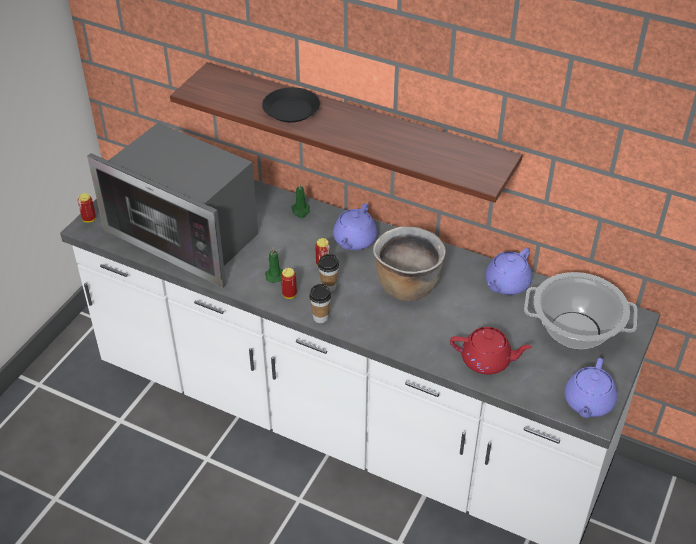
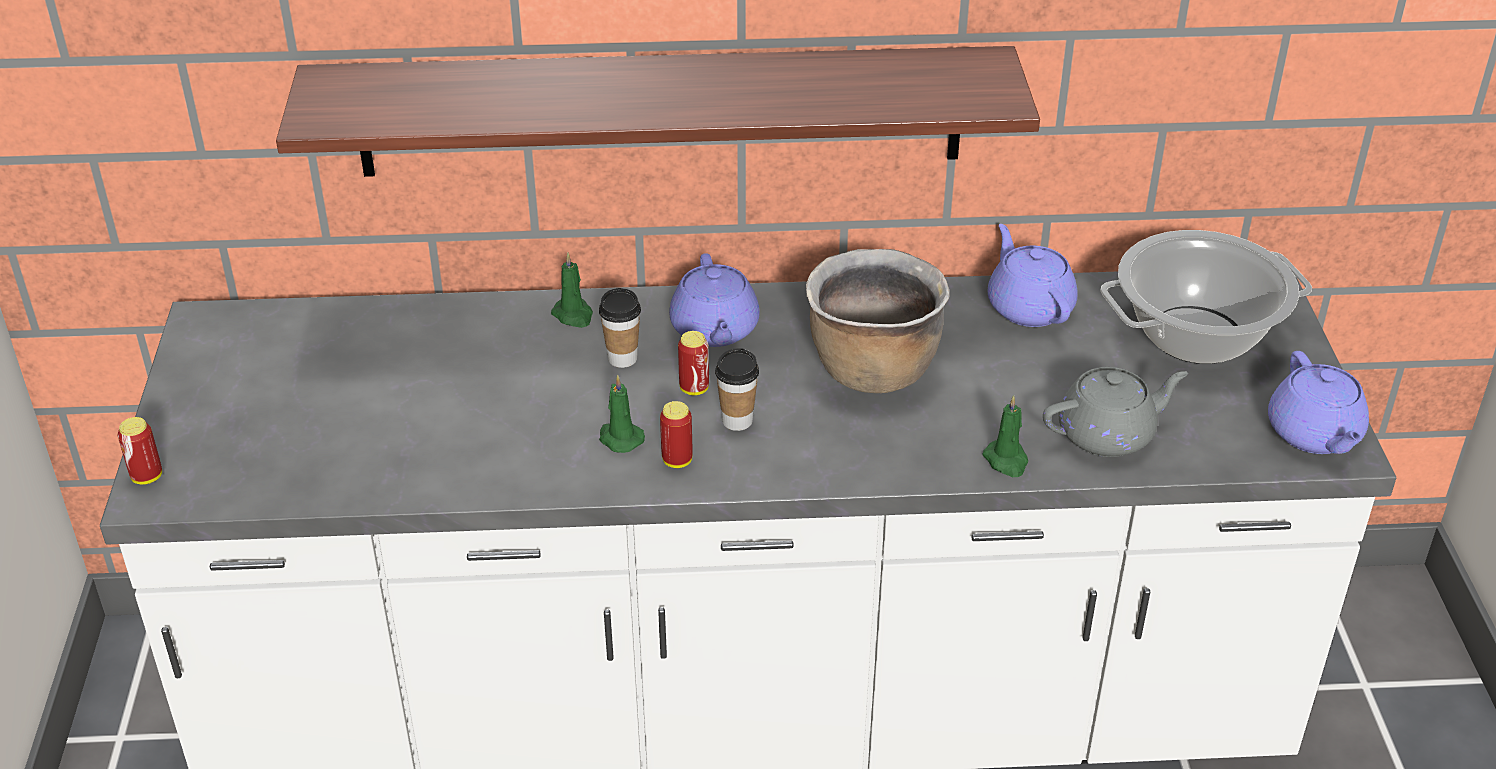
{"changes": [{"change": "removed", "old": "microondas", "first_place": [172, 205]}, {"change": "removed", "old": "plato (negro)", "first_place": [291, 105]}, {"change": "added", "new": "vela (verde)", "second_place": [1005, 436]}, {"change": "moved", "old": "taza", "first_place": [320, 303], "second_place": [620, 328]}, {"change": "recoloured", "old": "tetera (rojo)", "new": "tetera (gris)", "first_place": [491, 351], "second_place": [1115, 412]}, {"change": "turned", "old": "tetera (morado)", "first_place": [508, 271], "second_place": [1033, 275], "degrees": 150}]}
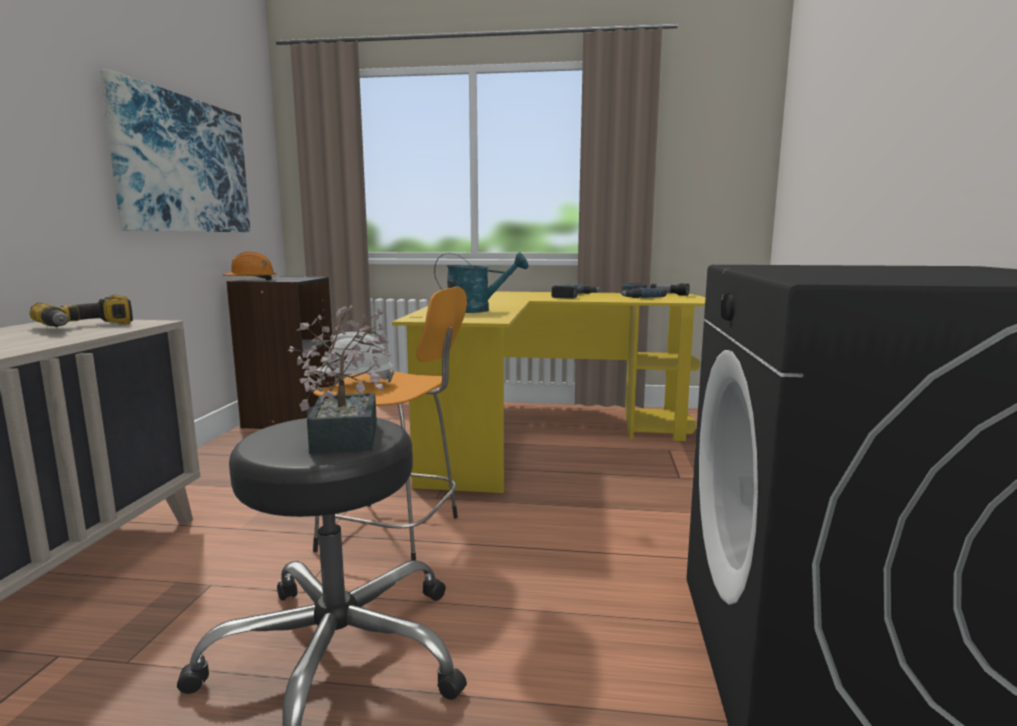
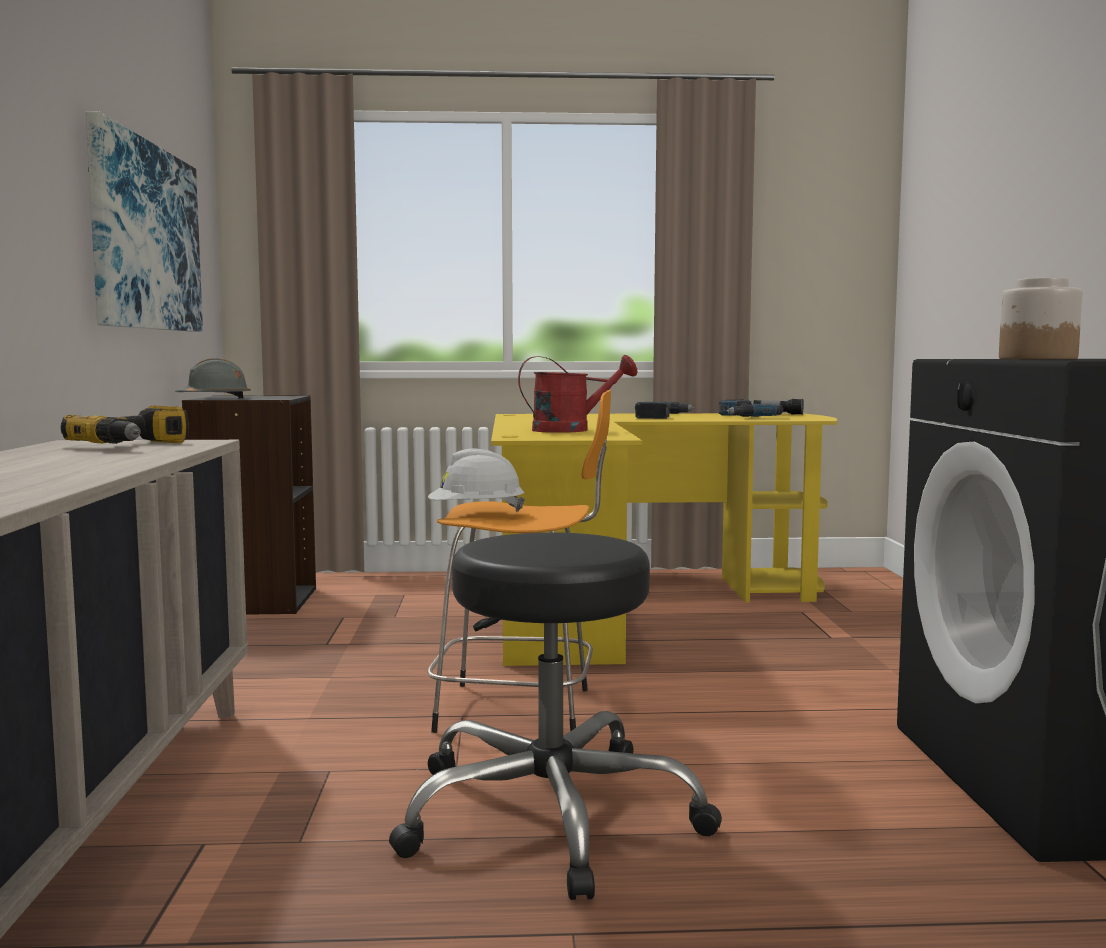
{"changes": [{"change": "removed", "old": "planta en maceta", "first_place": [339, 379]}, {"change": "added", "new": "tarro", "second_place": [1040, 318]}, {"change": "recoloured", "old": "casco (naranja)", "new": "casco (gris)", "first_place": [249, 265], "second_place": [213, 378]}, {"change": "recoloured", "old": "regadera (turquesa)", "new": "regadera (rojo)", "first_place": [481, 282], "second_place": [577, 394]}]}
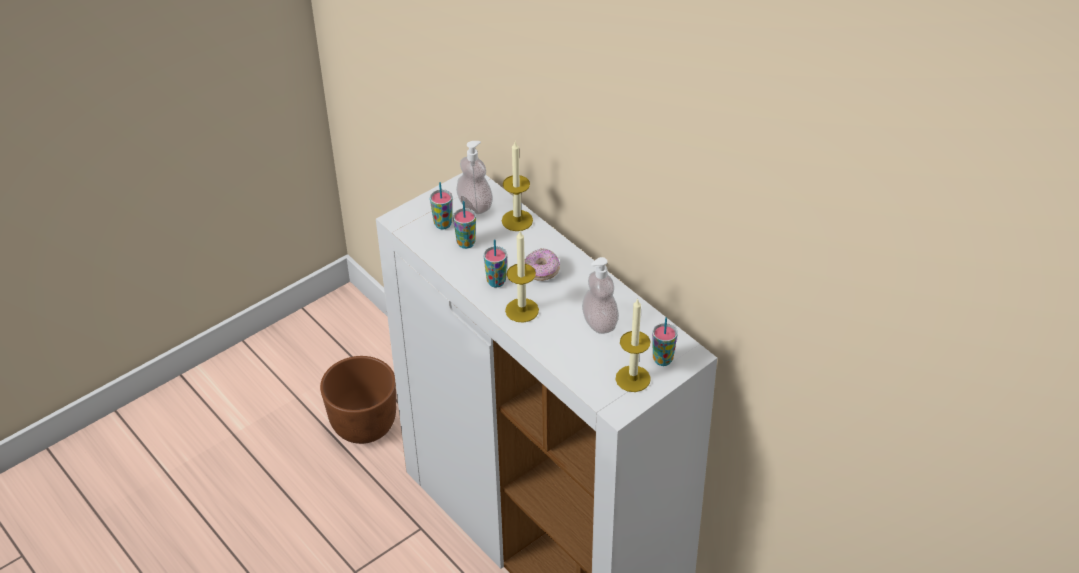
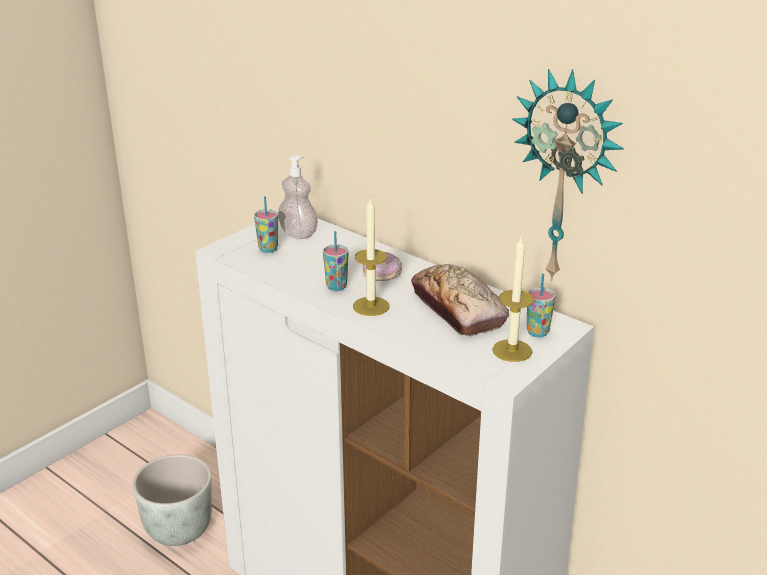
{"changes": [{"change": "removed", "old": "taza", "first_place": [464, 225]}, {"change": "removed", "old": "vela", "first_place": [517, 186]}, {"change": "added", "new": "reloj de pared", "second_place": [568, 175]}, {"change": "replaced", "old": "dispensador de jabón", "new": "pan", "first_place": [600, 295], "second_place": [460, 300]}, {"change": "recoloured", "old": "maceta (marrón)", "new": "maceta (gris)", "first_place": [358, 400], "second_place": [172, 500]}]}
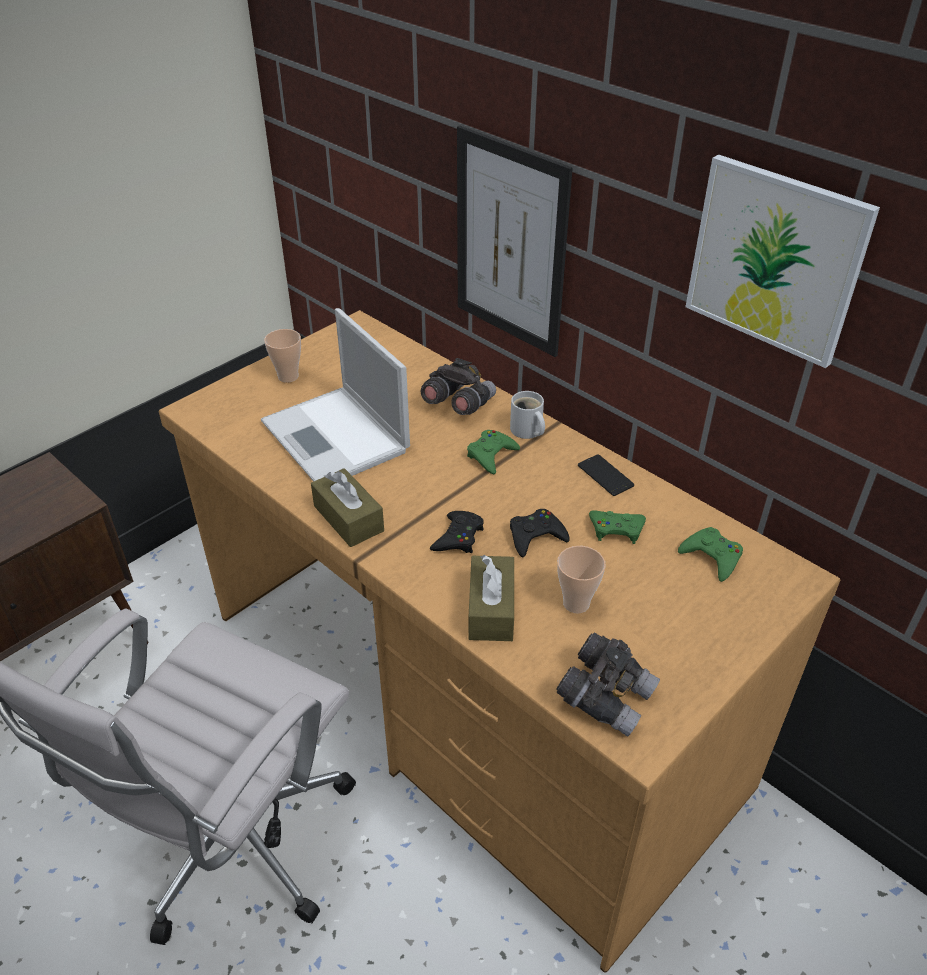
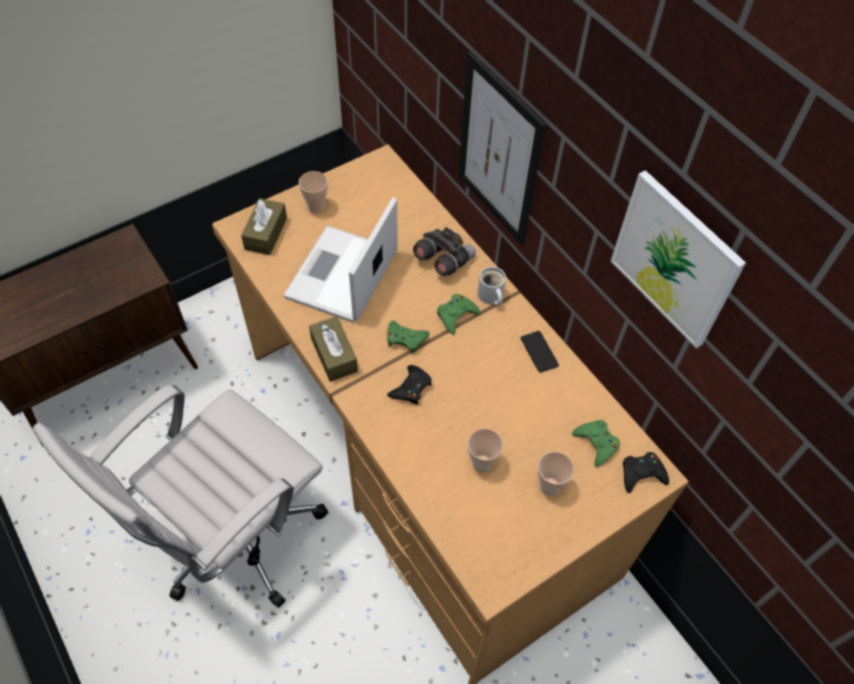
{"changes": [{"change": "removed", "old": "prismáticos (gris)", "first_place": [608, 685]}, {"change": "added", "new": "taza", "second_place": [556, 473]}, {"change": "moved", "old": "caja de pañuelos (marrón)", "first_place": [491, 598], "second_place": [264, 226]}, {"change": "moved", "old": "mando de consola (negro)", "first_place": [540, 533], "second_place": [646, 472]}, {"change": "moved", "old": "mando de consola (verde)", "first_place": [617, 527], "second_place": [408, 337]}, {"change": "turned", "old": "portátil", "first_place": [335, 395], "second_place": [340, 260], "degrees": 45}]}
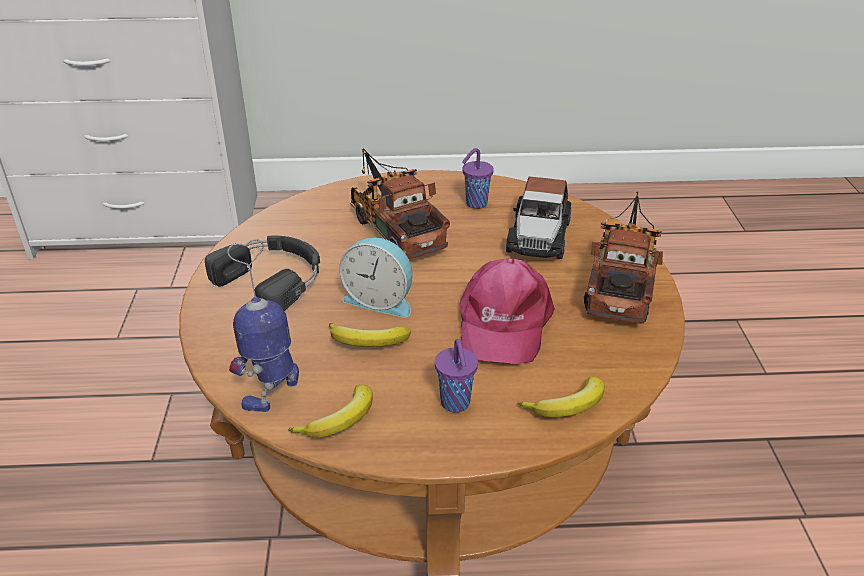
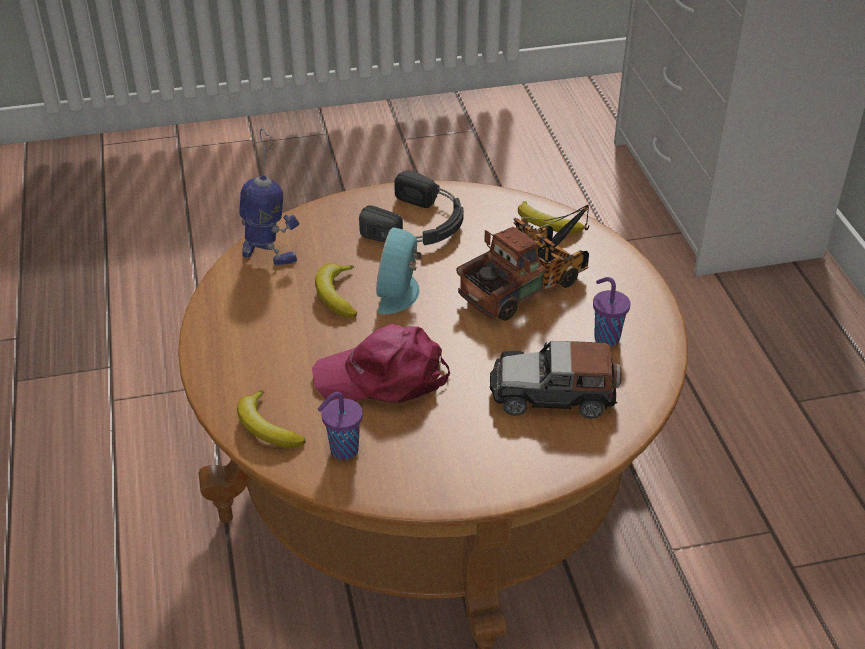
{"changes": [{"change": "removed", "old": "camión de juguete", "first_place": [623, 257]}, {"change": "moved", "old": "plátano", "first_place": [330, 411], "second_place": [551, 217]}, {"change": "moved", "old": "taza (morado)", "first_place": [456, 376], "second_place": [340, 426]}]}
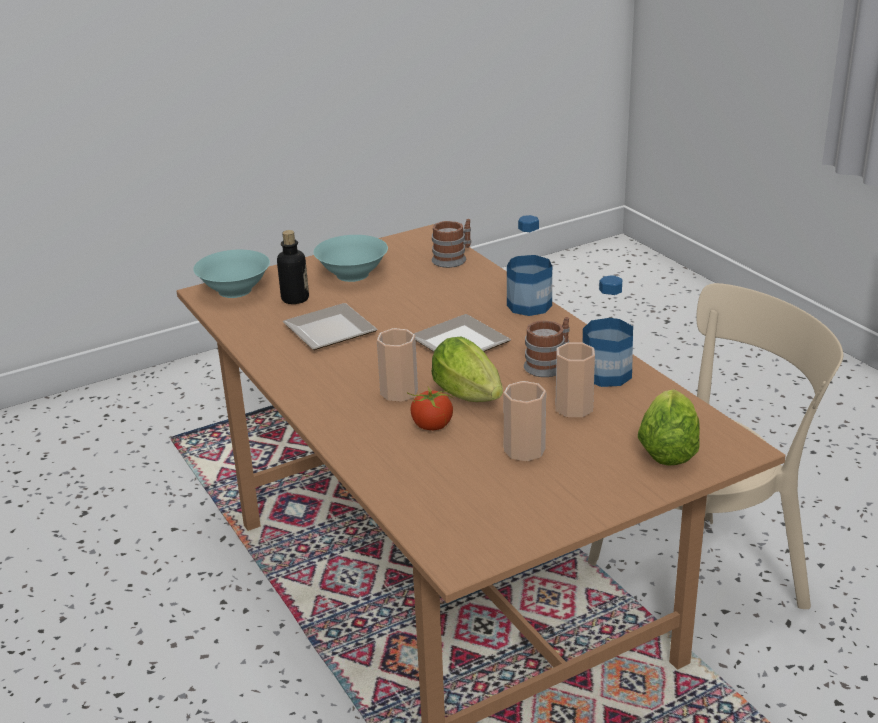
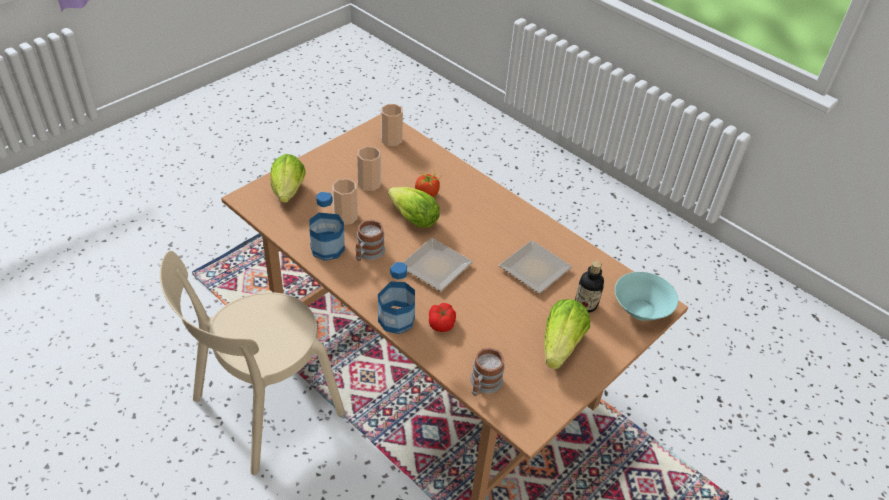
{"changes": [{"change": "added", "new": "tomate", "second_place": [442, 317]}, {"change": "moved", "old": "taza", "first_place": [397, 365], "second_place": [392, 125]}, {"change": "replaced", "old": "cuenco (turquesa)", "new": "lechuga", "first_place": [350, 258], "second_place": [567, 334]}]}
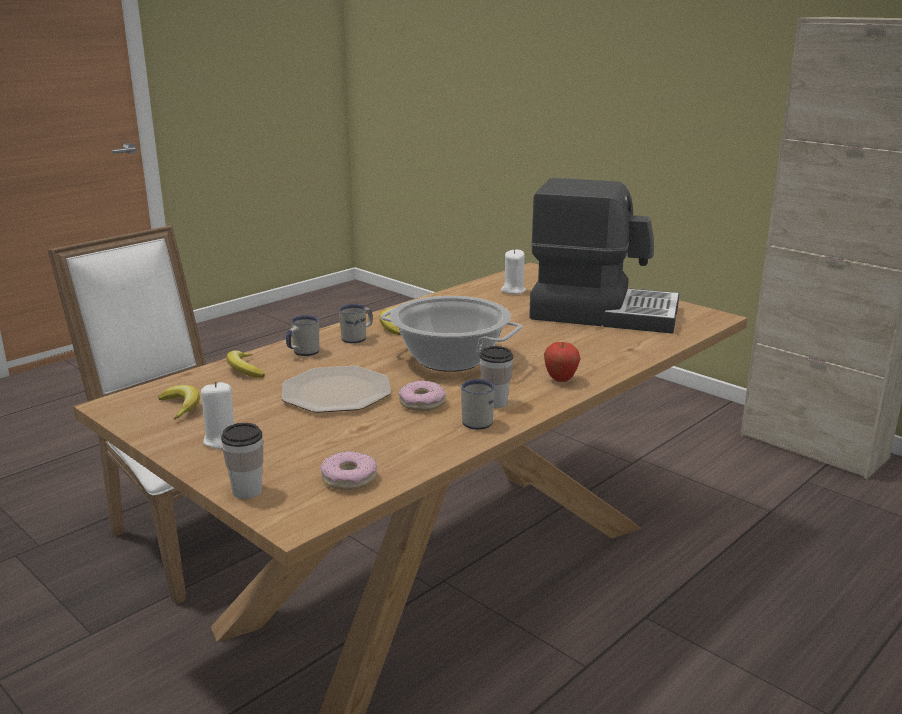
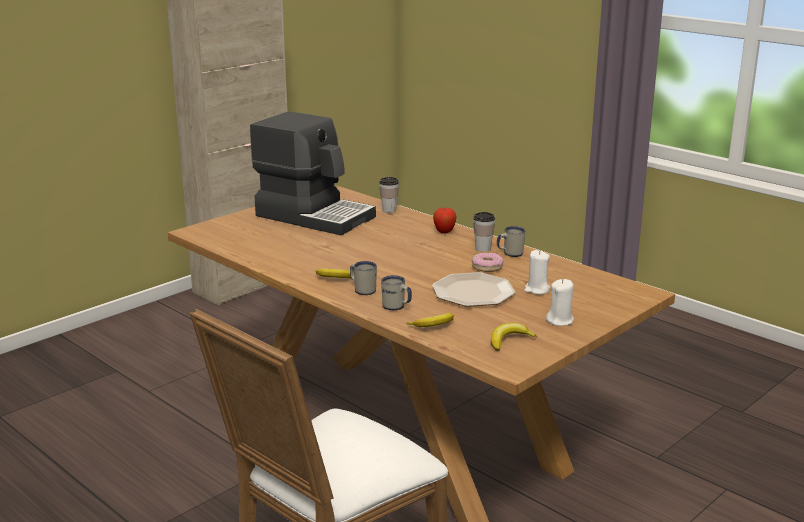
{"changes": [{"change": "removed", "old": "rosquilla", "first_place": [348, 470]}, {"change": "removed", "old": "olla", "first_place": [451, 334]}, {"change": "moved", "old": "taza", "first_place": [242, 461], "second_place": [389, 195]}, {"change": "moved", "old": "vela (blanco)", "first_place": [513, 271], "second_place": [537, 272]}, {"change": "turned", "old": "cafetera", "first_place": [604, 256], "second_place": [313, 173], "degrees": 105}]}
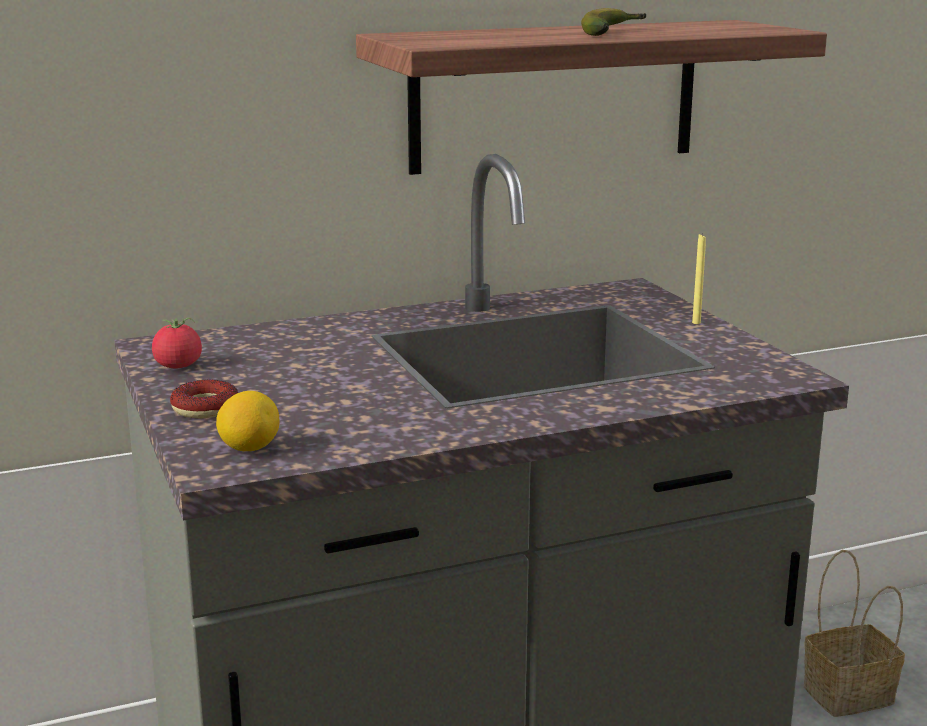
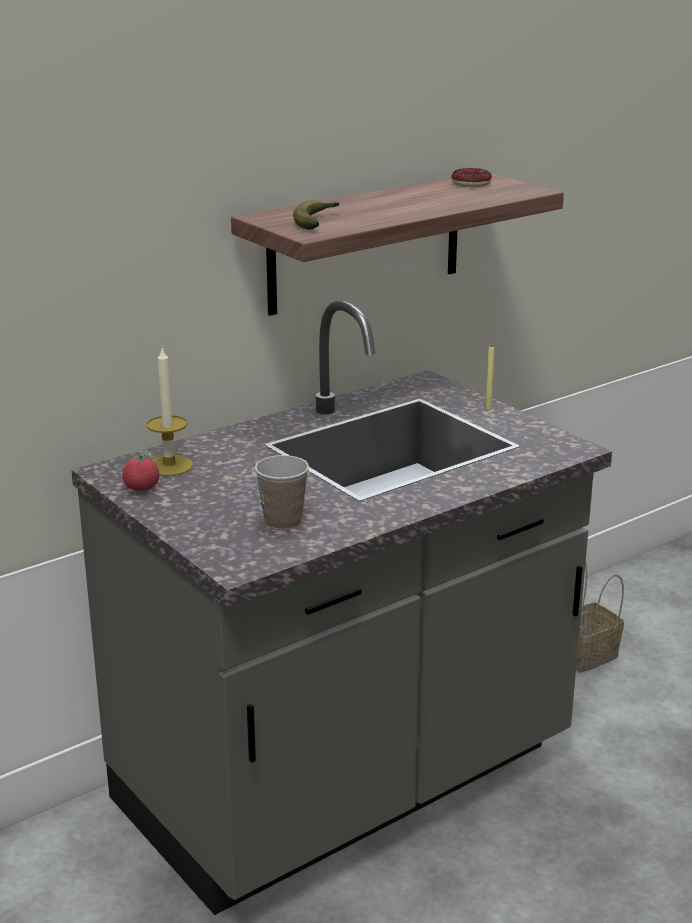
{"changes": [{"change": "removed", "old": "limón", "first_place": [247, 421]}, {"change": "added", "new": "vela", "second_place": [170, 412]}, {"change": "added", "new": "taza", "second_place": [282, 492]}, {"change": "moved", "old": "rosquilla", "first_place": [204, 398], "second_place": [471, 177]}, {"change": "moved", "old": "plátano", "first_place": [613, 22], "second_place": [316, 215]}]}
